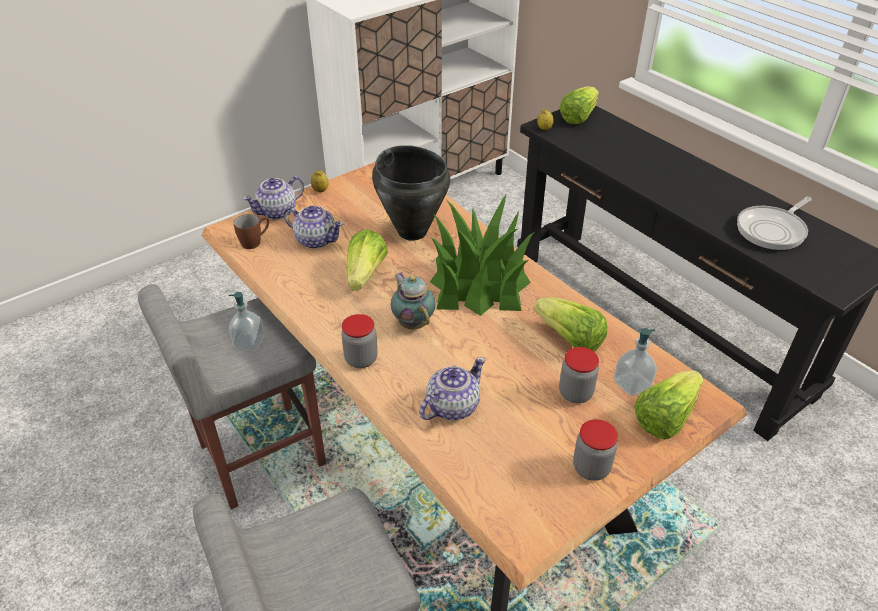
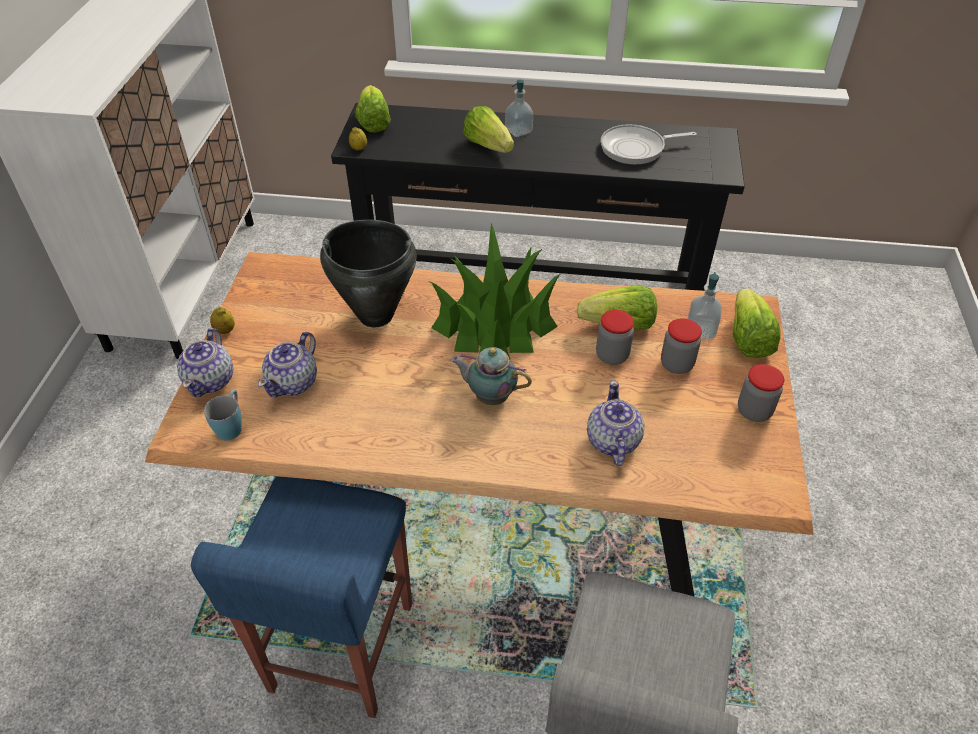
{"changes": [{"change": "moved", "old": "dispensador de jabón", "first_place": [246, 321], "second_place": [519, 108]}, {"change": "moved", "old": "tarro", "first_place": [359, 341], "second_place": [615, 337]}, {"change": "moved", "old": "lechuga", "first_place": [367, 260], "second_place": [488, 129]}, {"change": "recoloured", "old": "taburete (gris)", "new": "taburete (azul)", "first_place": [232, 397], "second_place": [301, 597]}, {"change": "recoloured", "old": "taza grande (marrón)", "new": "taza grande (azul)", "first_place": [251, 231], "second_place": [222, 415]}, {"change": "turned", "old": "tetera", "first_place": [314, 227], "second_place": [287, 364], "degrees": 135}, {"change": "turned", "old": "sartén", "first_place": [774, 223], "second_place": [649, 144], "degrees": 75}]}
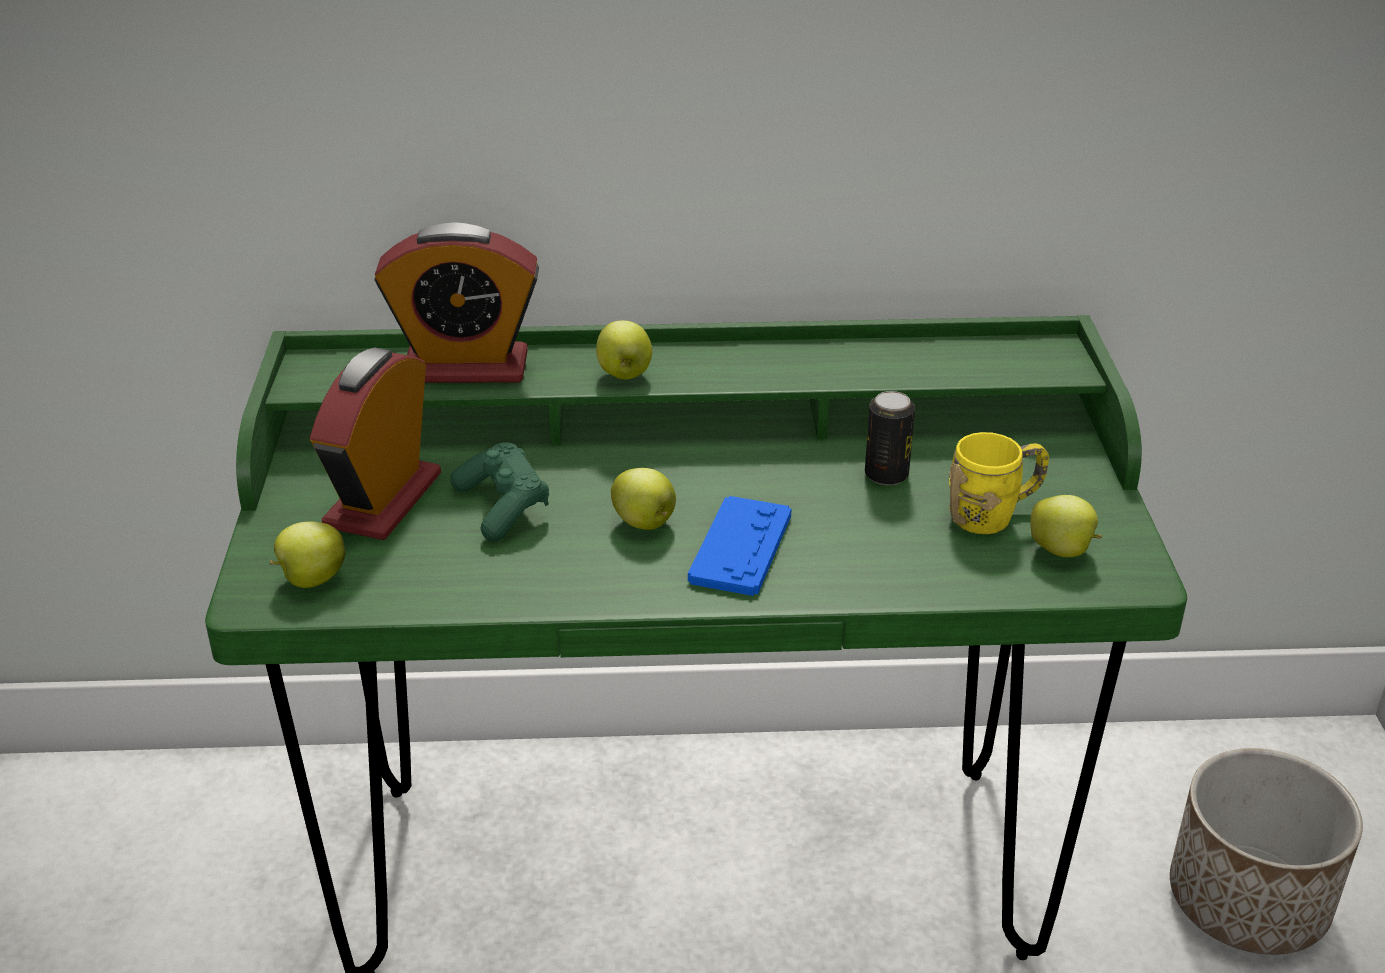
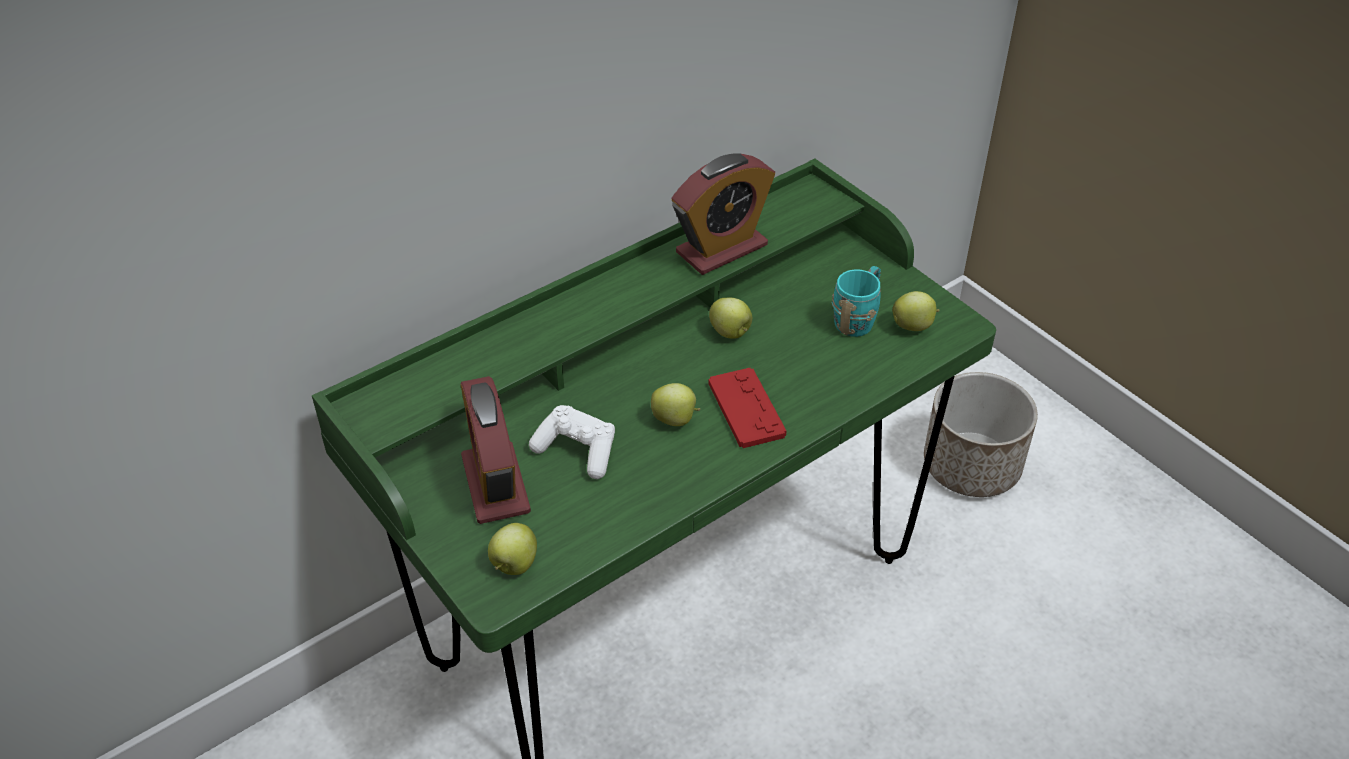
{"changes": [{"change": "removed", "old": "lata", "first_place": [890, 438]}, {"change": "moved", "old": "despertador", "first_place": [456, 302], "second_place": [723, 214]}, {"change": "moved", "old": "manzana", "first_place": [624, 349], "second_place": [730, 318]}, {"change": "recoloured", "old": "mando de consola (verde)", "new": "mando de consola (blanco)", "first_place": [500, 491], "second_place": [572, 442]}, {"change": "recoloured", "old": "mando de consola (azul)", "new": "mando de consola (rojo)", "first_place": [739, 546], "second_place": [747, 408]}, {"change": "recoloured", "old": "taza grande (amarillo)", "new": "taza grande (turquesa)", "first_place": [999, 483], "second_place": [856, 301]}]}
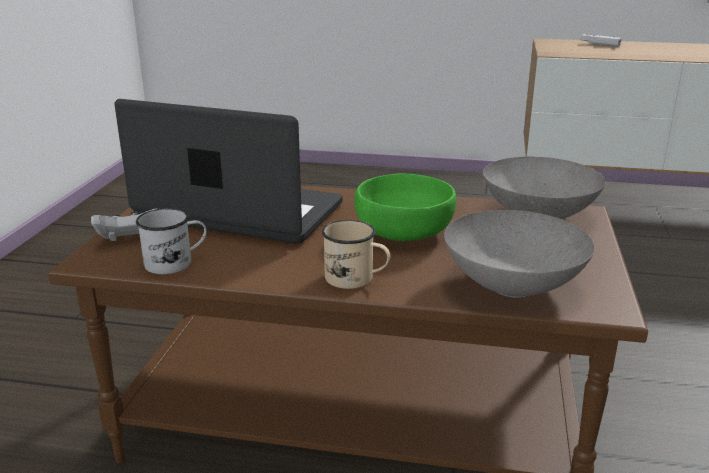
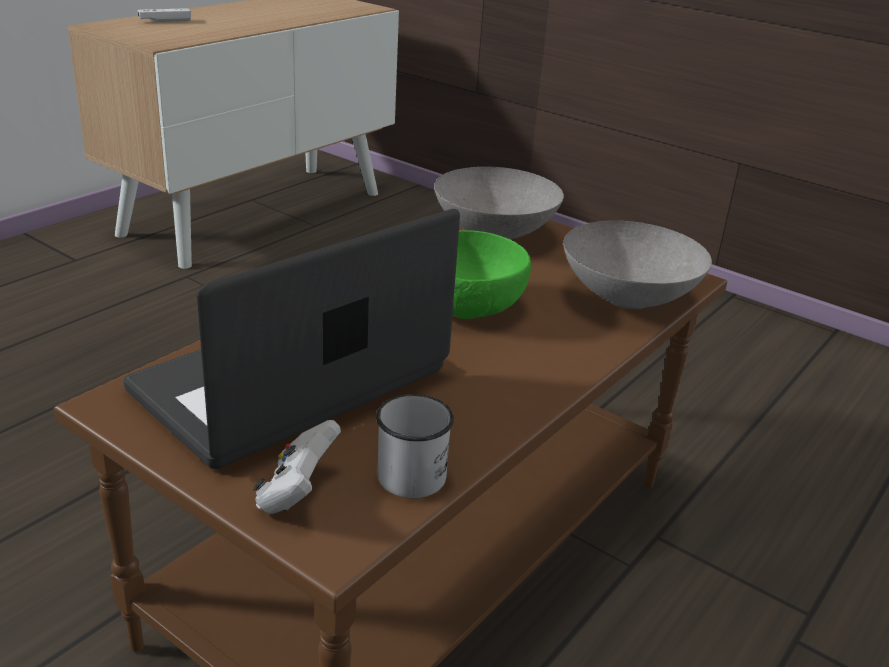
{"changes": [{"change": "removed", "old": "taza grande (beis)", "first_place": [356, 254]}]}
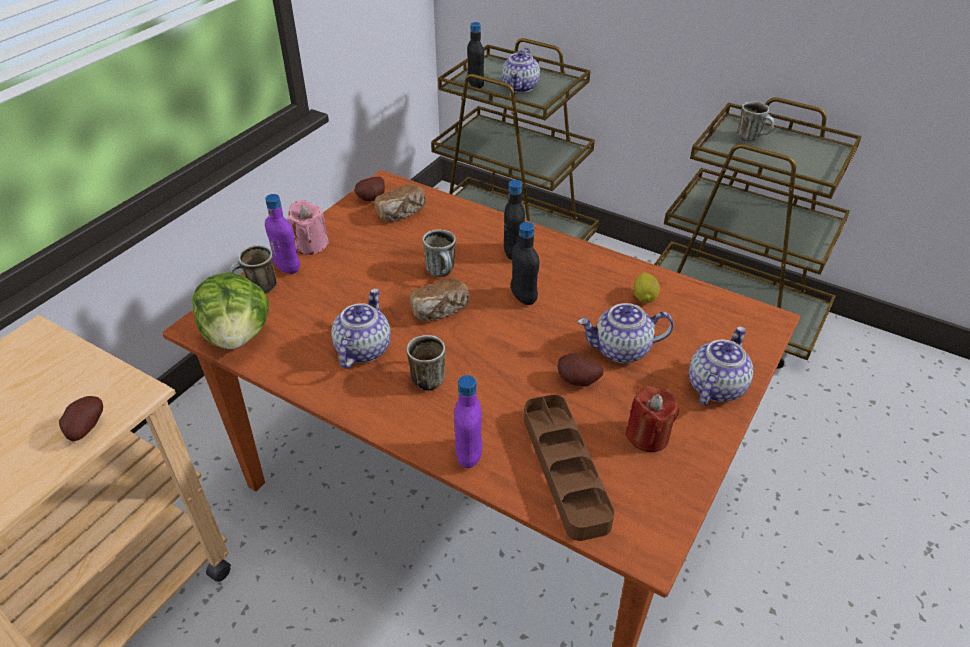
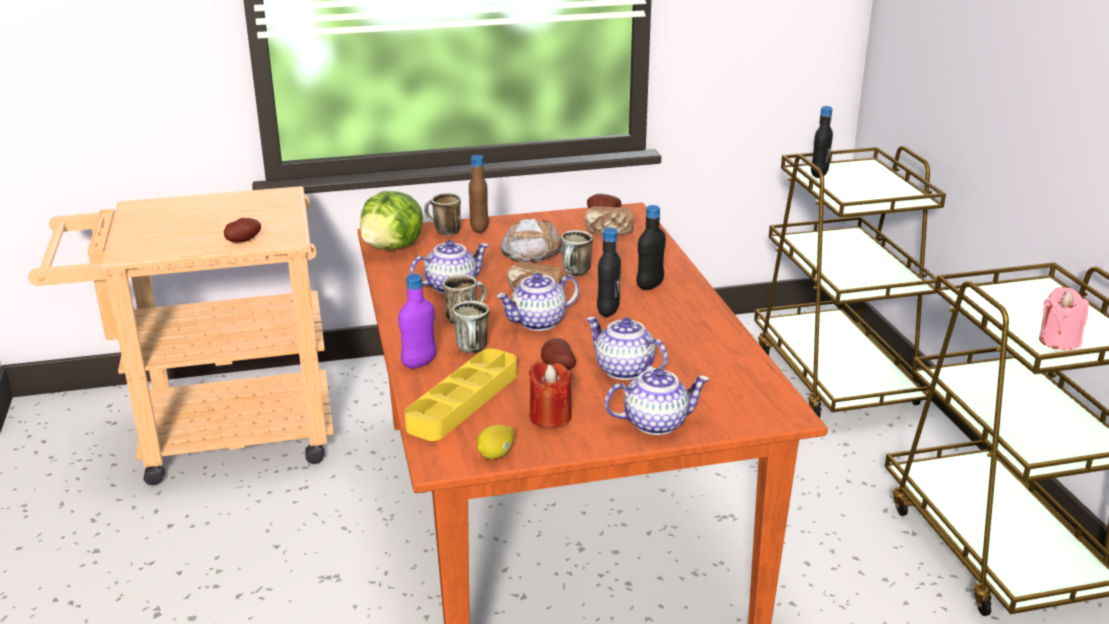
{"changes": [{"change": "added", "new": "pan", "second_place": [531, 240]}, {"change": "moved", "old": "vela (rosa)", "first_place": [308, 227], "second_place": [1064, 318]}, {"change": "moved", "old": "tetera", "first_place": [521, 70], "second_place": [537, 302]}, {"change": "moved", "old": "limón", "first_place": [647, 288], "second_place": [495, 442]}, {"change": "moved", "old": "taza grande", "first_place": [756, 121], "second_place": [471, 327]}, {"change": "recoloured", "old": "botella (morado)", "new": "botella (marrón)", "first_place": [282, 234], "second_place": [479, 194]}, {"change": "recoloured", "old": "bandeja (marrón)", "new": "bandeja (amarillo)", "first_place": [569, 467], "second_place": [460, 394]}]}
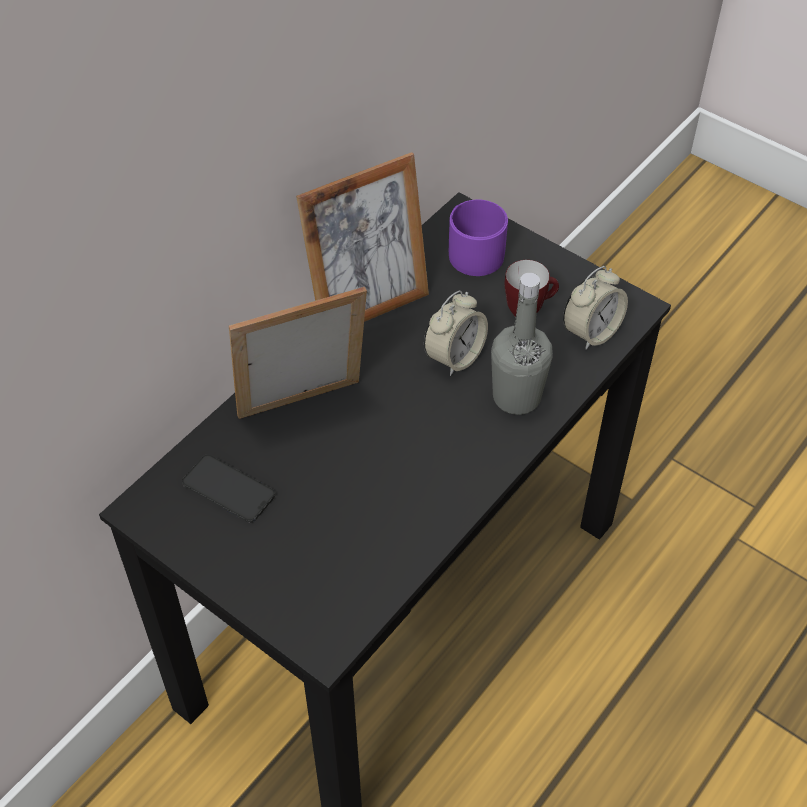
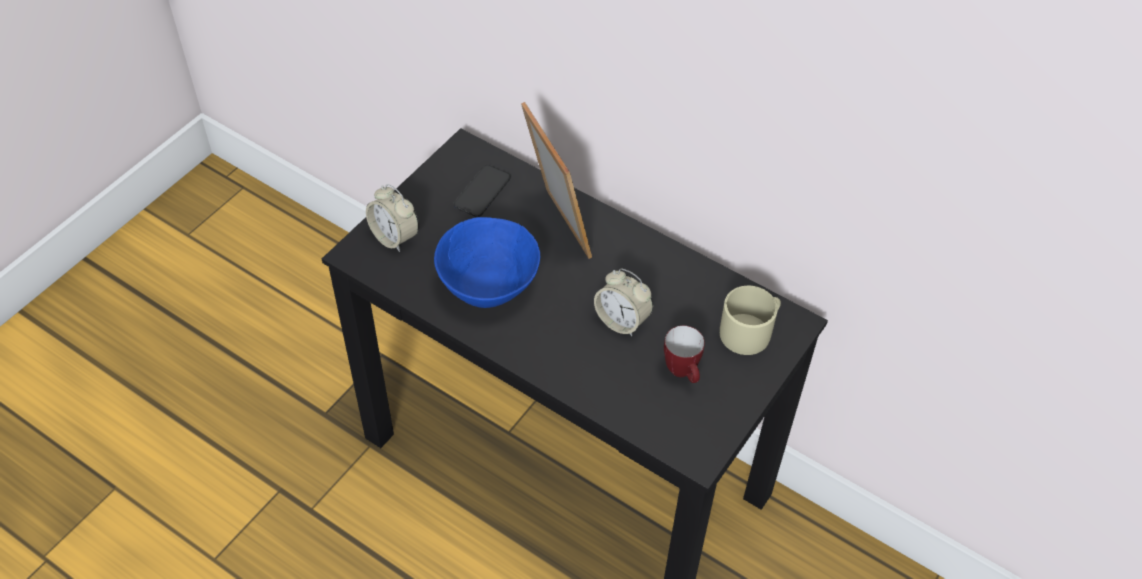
{"changes": [{"change": "removed", "old": "portarretratos", "first_place": [362, 237]}, {"change": "removed", "old": "botella (gris)", "first_place": [522, 344]}, {"change": "added", "new": "cuenco (azul)", "second_place": [487, 262]}, {"change": "moved", "old": "despertador", "first_place": [595, 308], "second_place": [392, 218]}, {"change": "recoloured", "old": "taza grande (morado)", "new": "taza grande (beis)", "first_place": [478, 237], "second_place": [750, 320]}]}
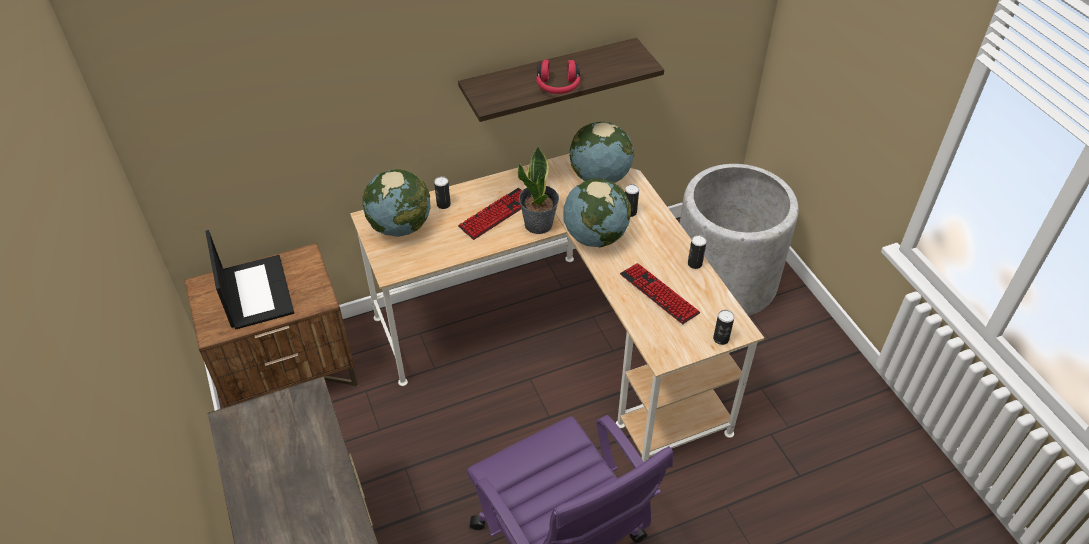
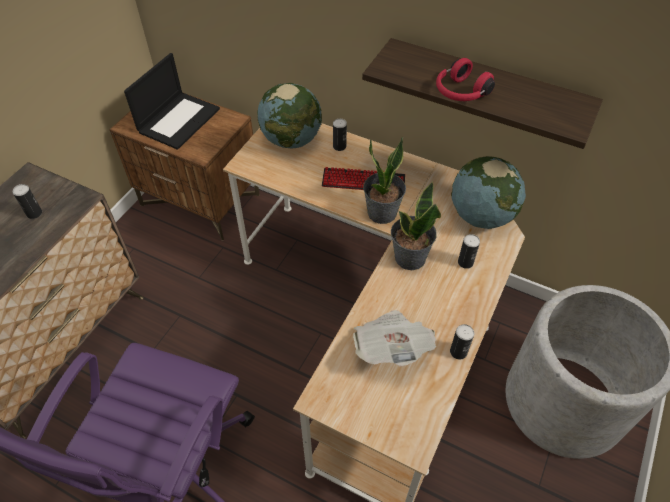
{"changes": [{"change": "moved", "old": "lata", "first_place": [723, 327], "second_place": [27, 201]}, {"change": "replaced", "old": "globo terráqueo", "new": "planta en maceta", "first_place": [597, 213], "second_place": [416, 225]}, {"change": "replaced", "old": "teclado", "new": "periódico", "first_place": [660, 293], "second_place": [394, 338]}]}
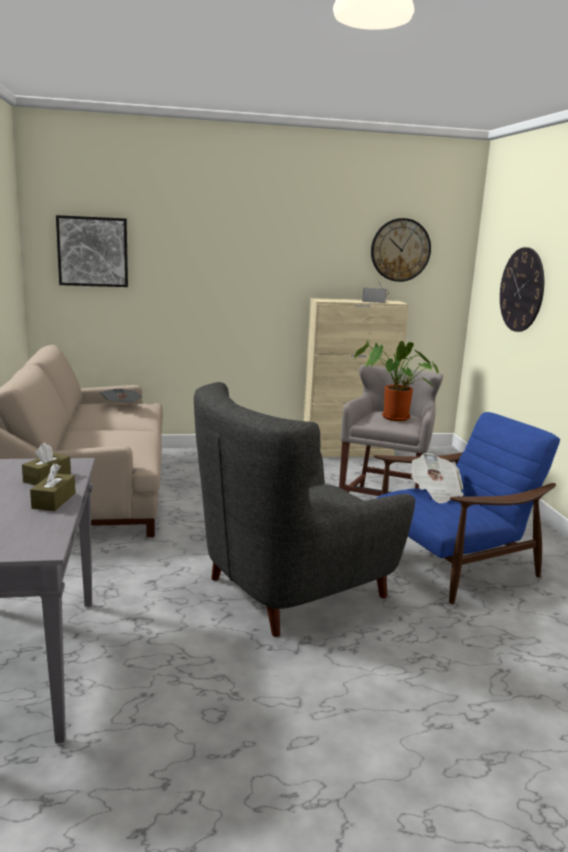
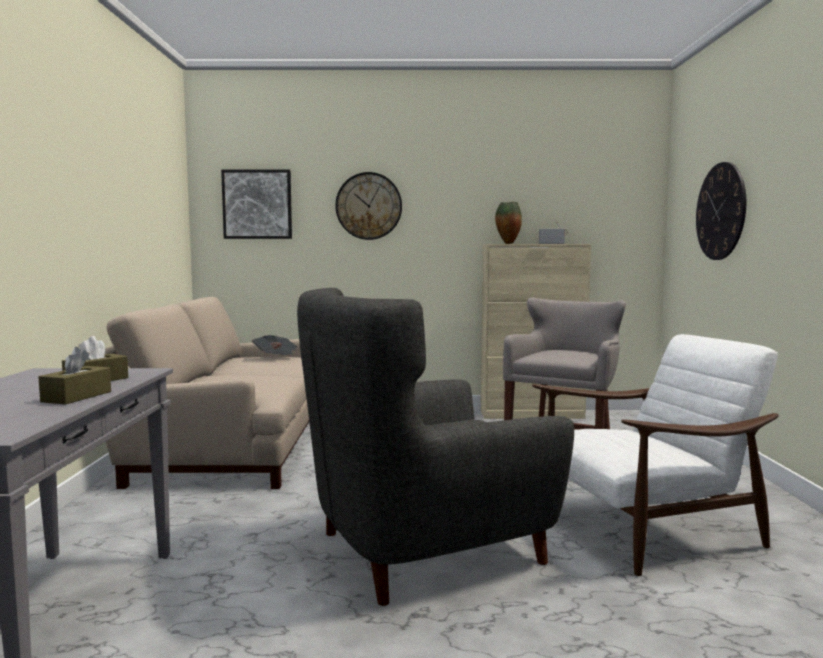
{"changes": [{"change": "removed", "old": "planta en maceta", "first_place": [396, 380]}, {"change": "removed", "old": "periódico", "first_place": [437, 478]}, {"change": "added", "new": "florero", "second_place": [508, 223]}, {"change": "moved", "old": "reloj de pared", "first_place": [401, 250], "second_place": [368, 206]}, {"change": "recoloured", "old": "sillón (azul)", "new": "sillón (blanco)", "first_place": [466, 508], "second_place": [655, 455]}]}
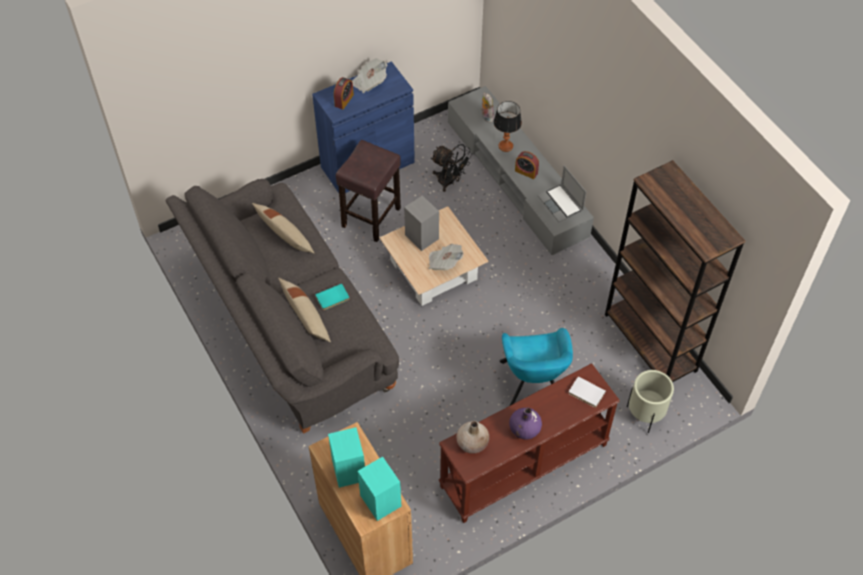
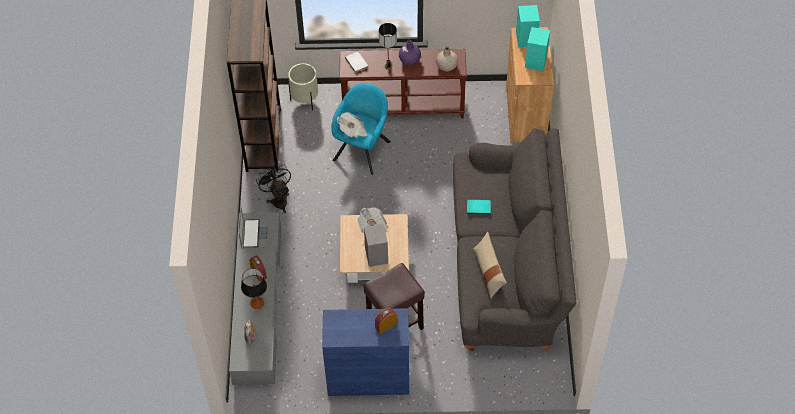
{"changes": [{"change": "removed", "old": "cojín (beis)", "first_place": [305, 310]}, {"change": "added", "new": "lámpara de mesa", "second_place": [388, 46]}, {"change": "moved", "old": "periódico", "first_place": [370, 75], "second_place": [352, 125]}, {"change": "moved", "old": "ventilador (negro)", "first_place": [451, 168], "second_place": [273, 188]}]}
